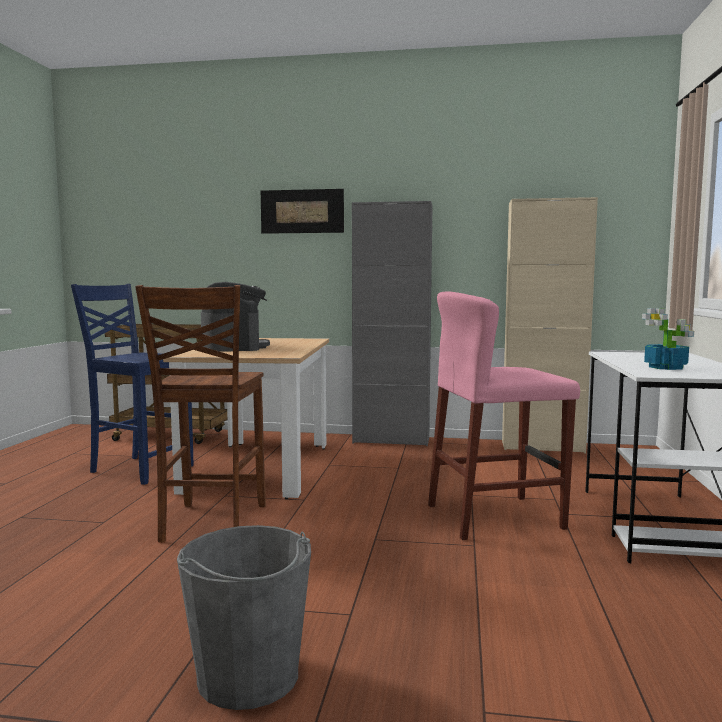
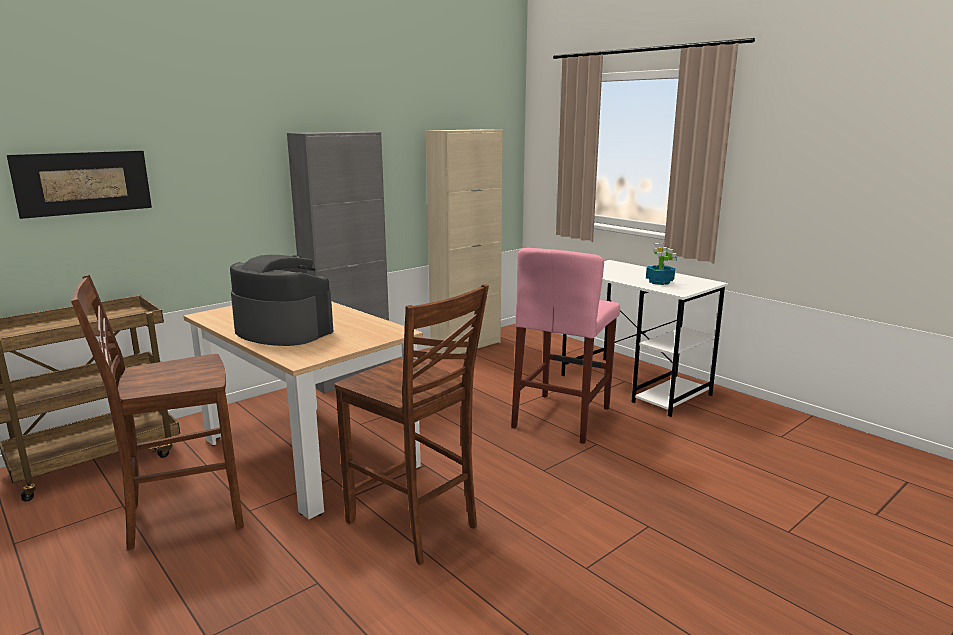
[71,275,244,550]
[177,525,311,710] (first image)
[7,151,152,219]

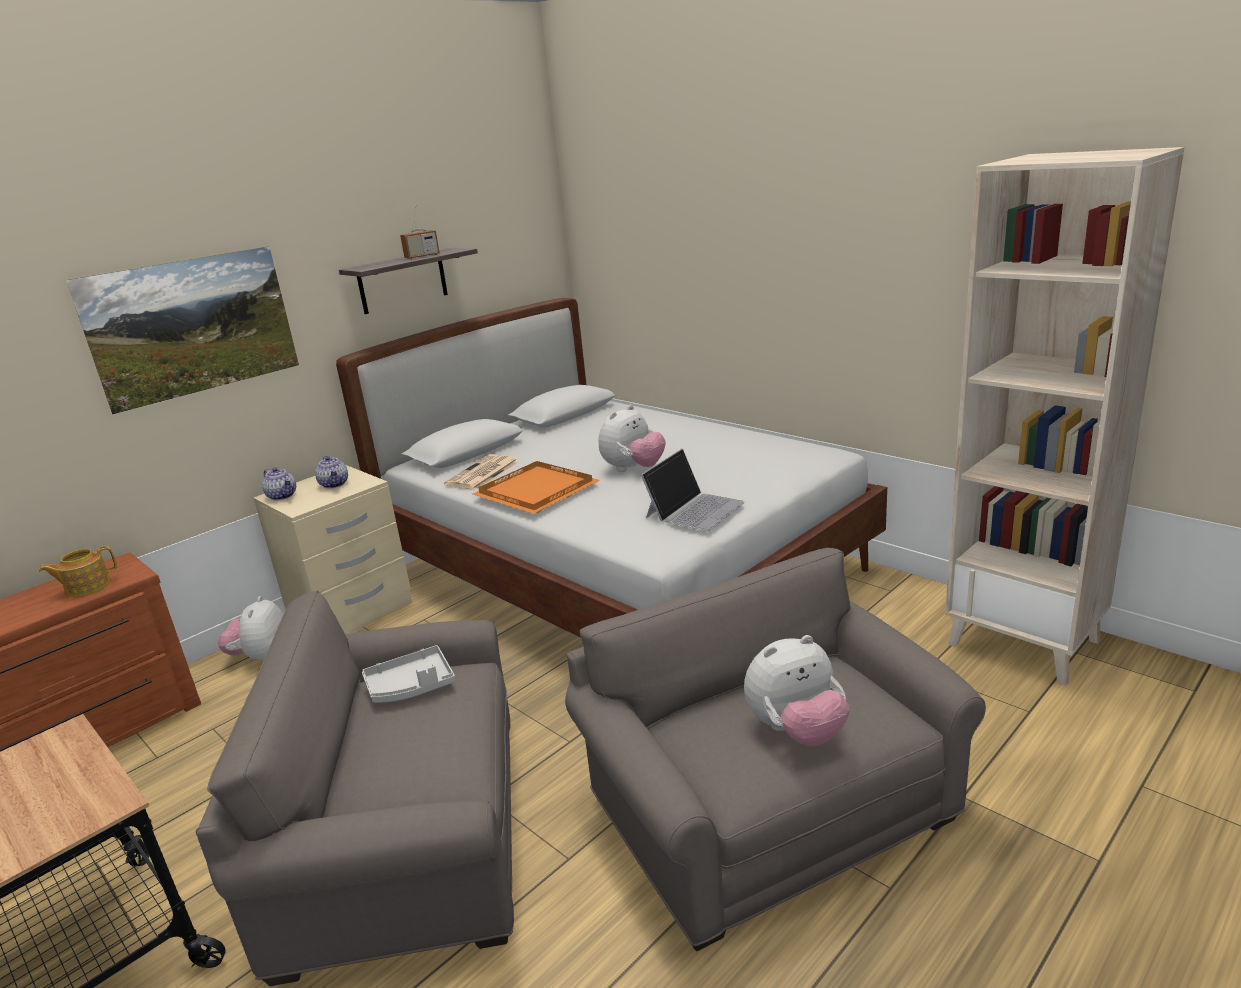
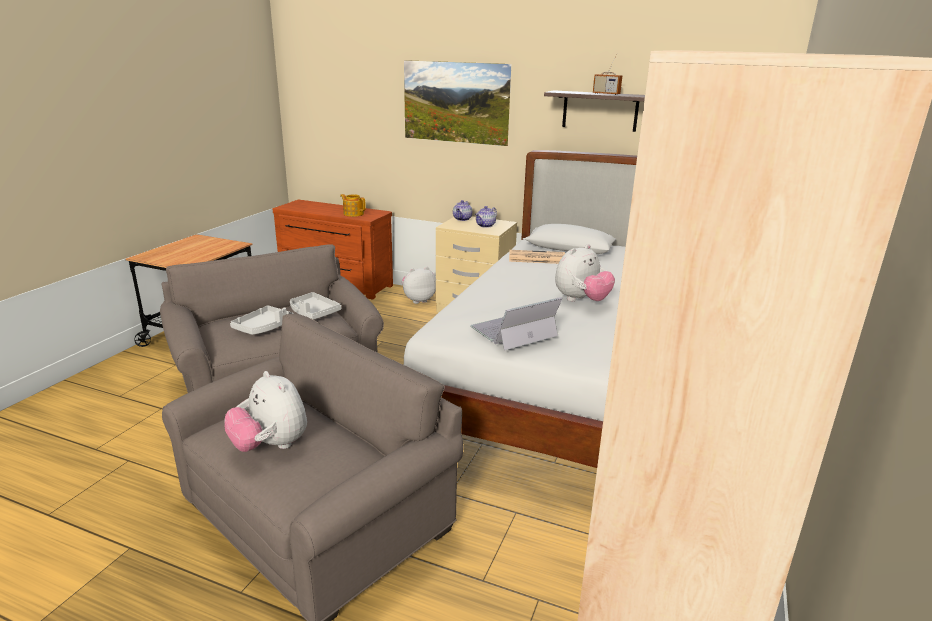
[472,461,600,514] (first image)
[555,244,615,301]
[470,297,563,350]
[230,305,293,335]

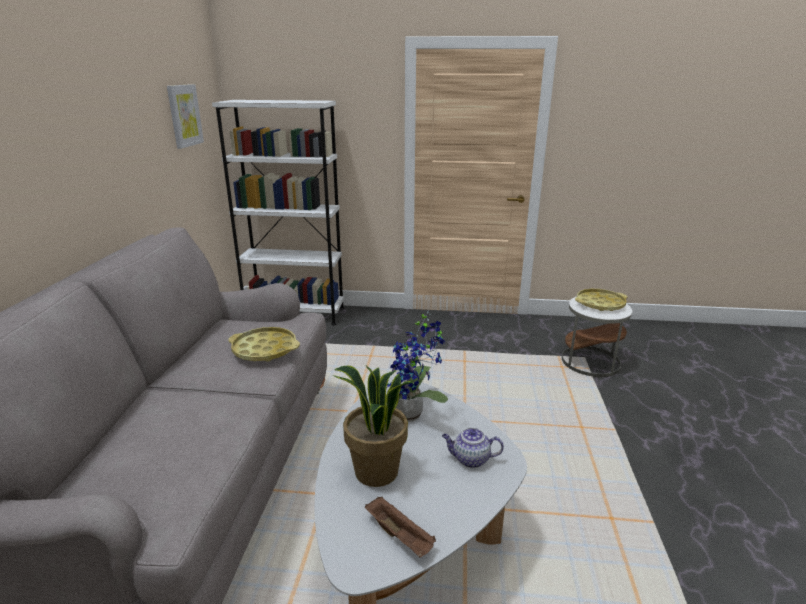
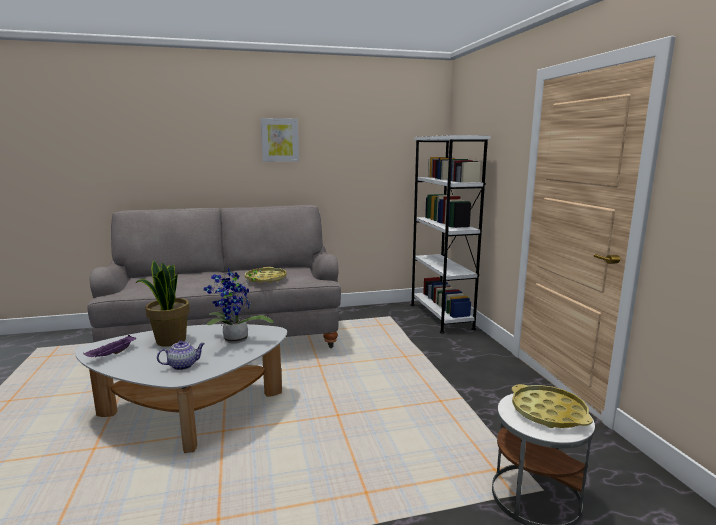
[261,118,299,162]
[83,335,136,357]
[157,341,205,370]

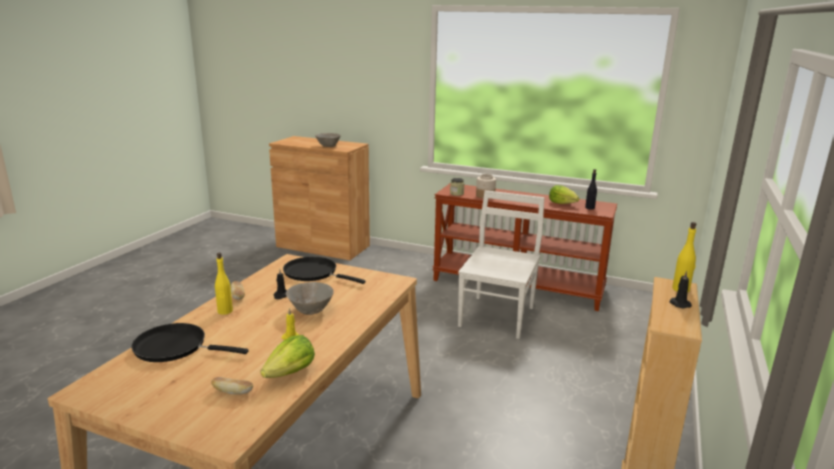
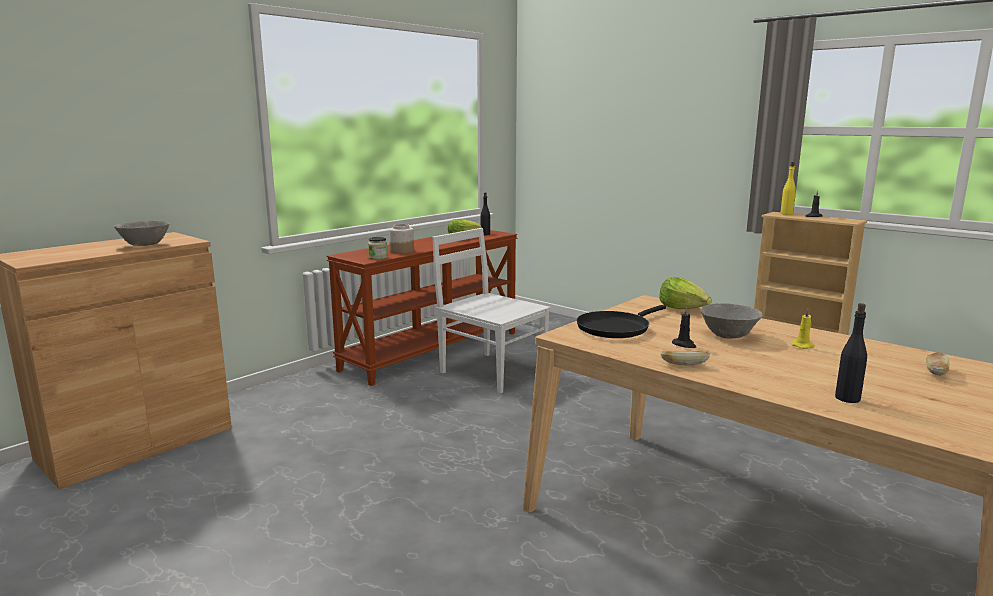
[835,303,867,403]
[215,253,233,315] (first image)
[659,277,712,309]

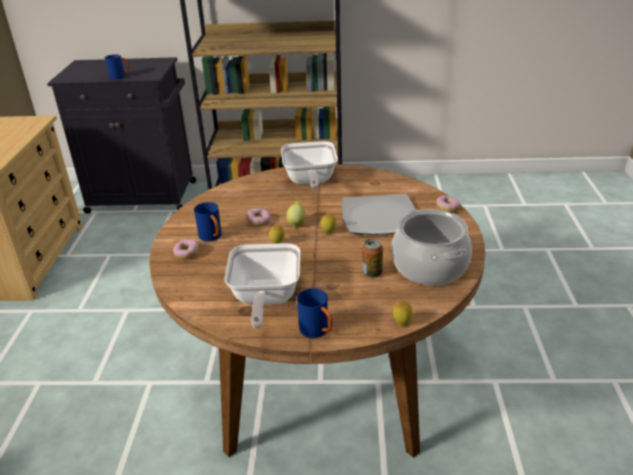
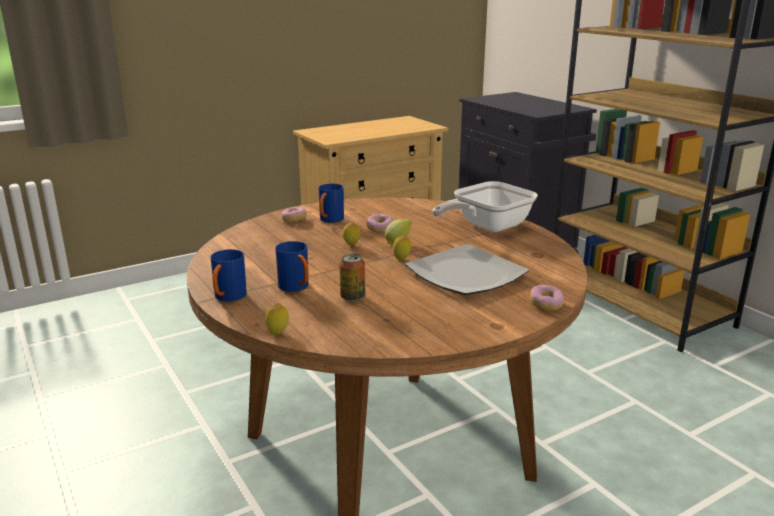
[275,241,309,292]
[225,243,300,329] (first image)
[391,209,472,285] (first image)

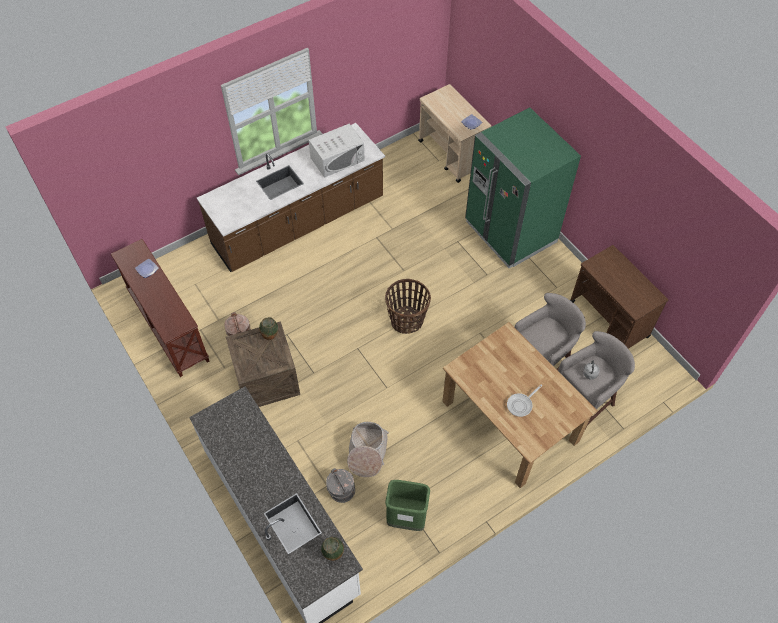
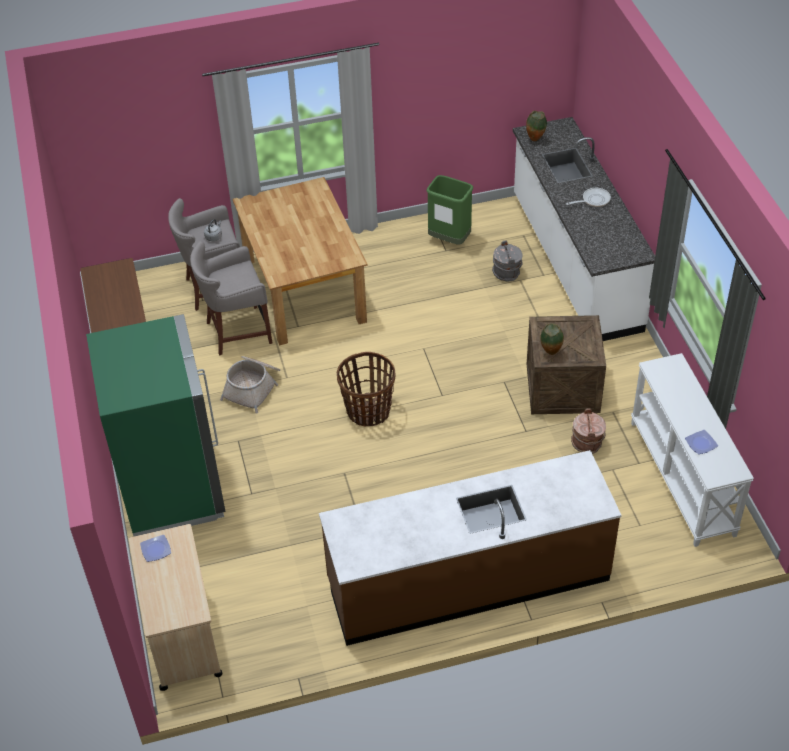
[631,353,754,547]
[309,123,365,178] (first image)
[220,356,280,414]
[566,188,611,207]

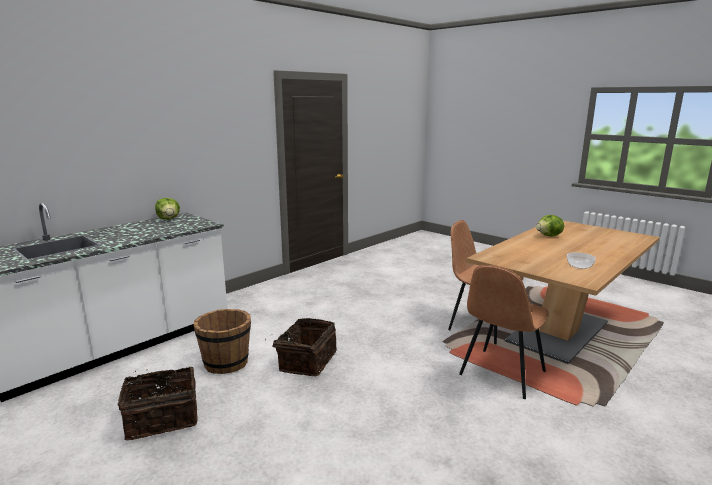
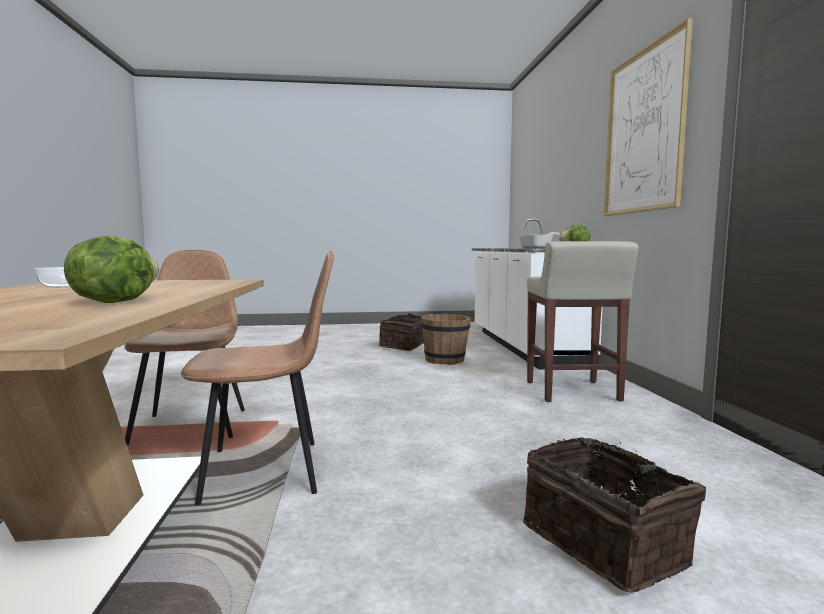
[523,437,706,592]
[518,232,560,248]
[527,241,639,402]
[604,18,693,216]

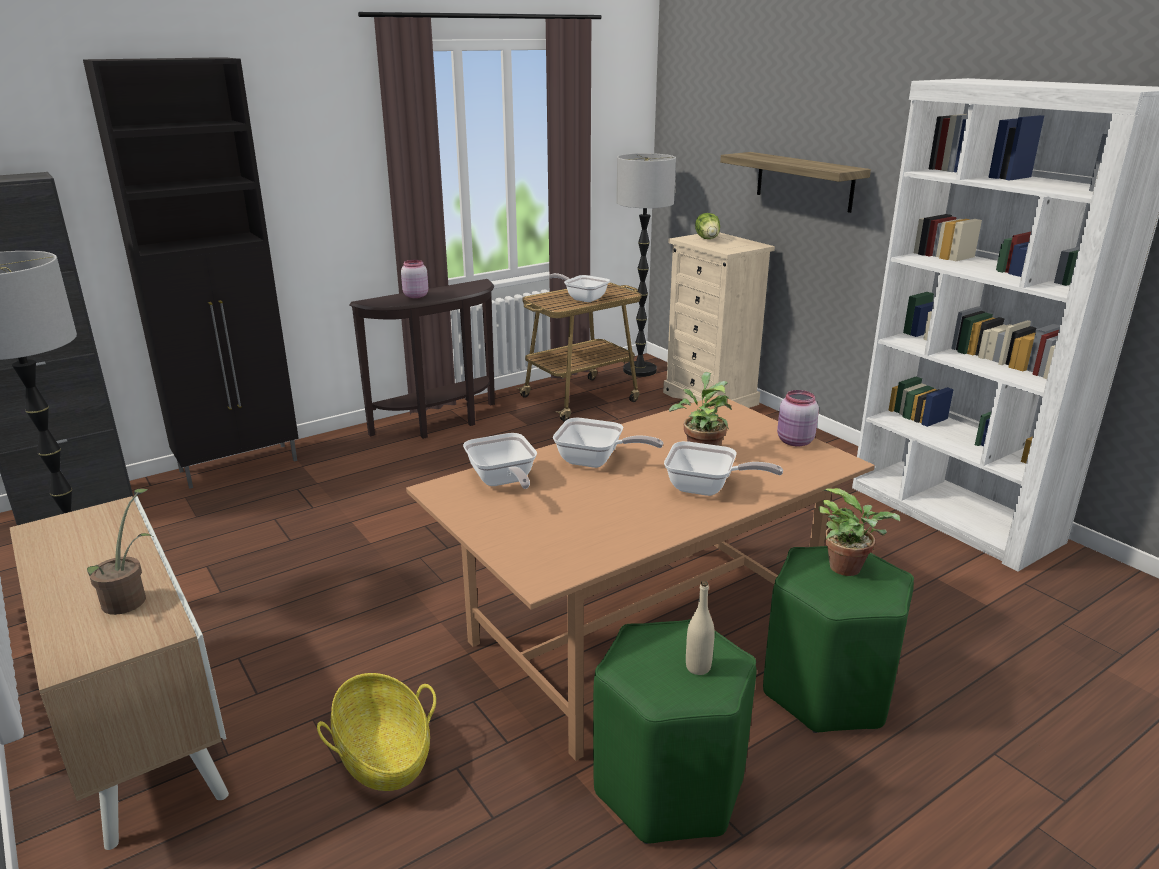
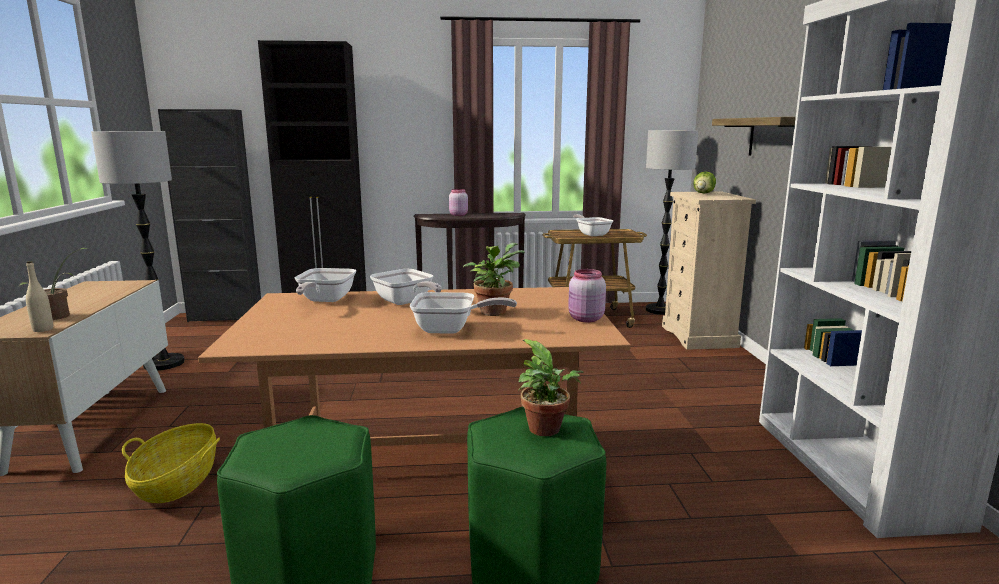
[410,292,517,334]
[26,261,53,332]

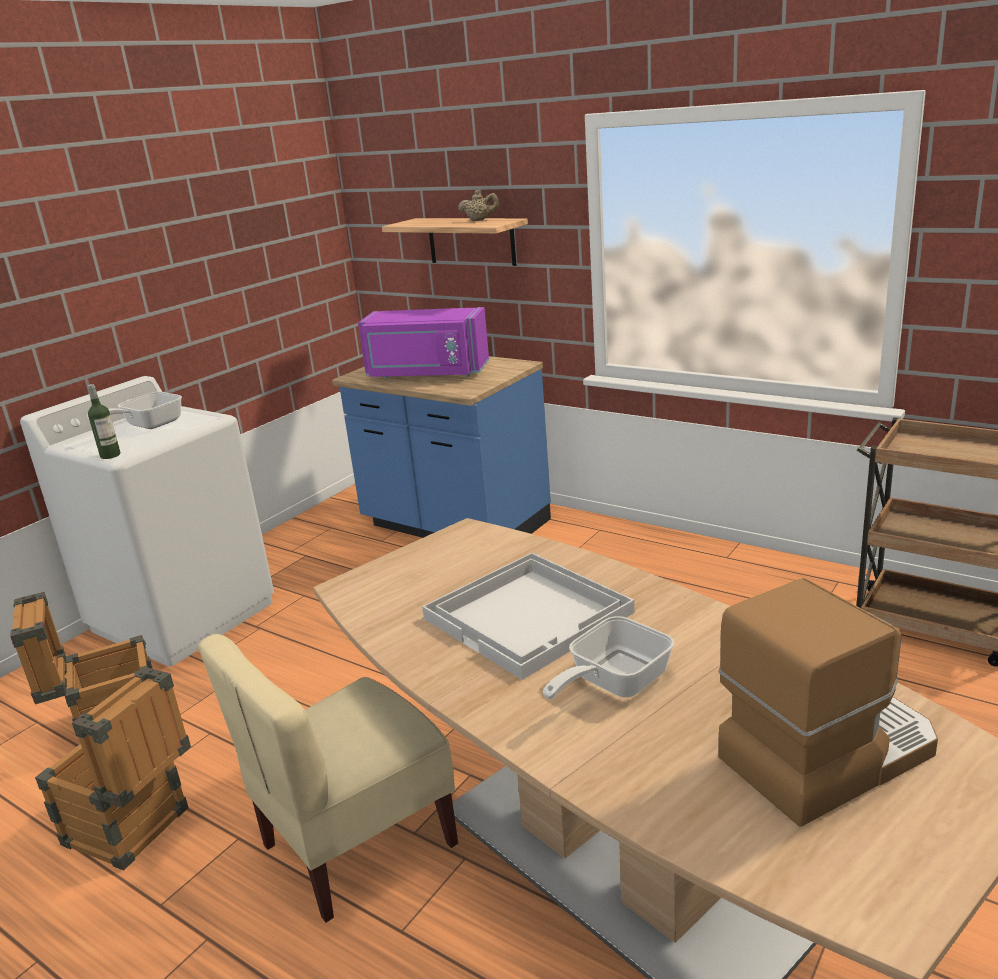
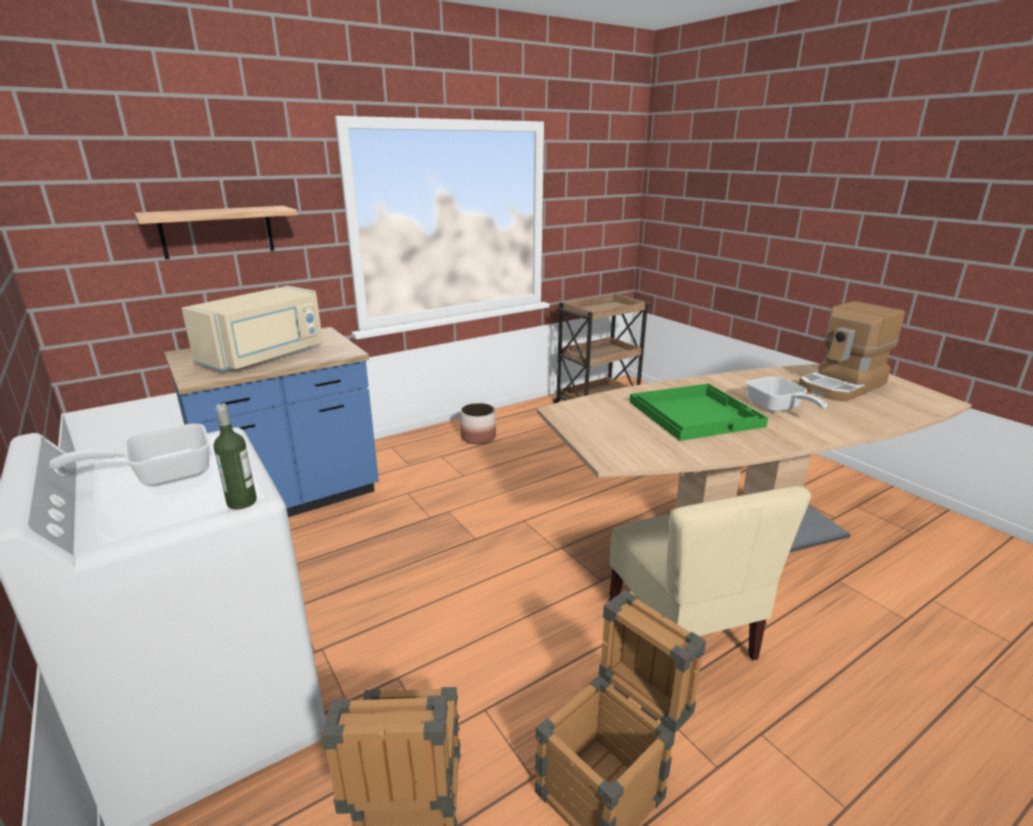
[49,423,210,486]
[181,286,323,371]
[629,384,768,441]
[458,190,499,221] (first image)
[799,301,905,402]
[460,403,496,444]

